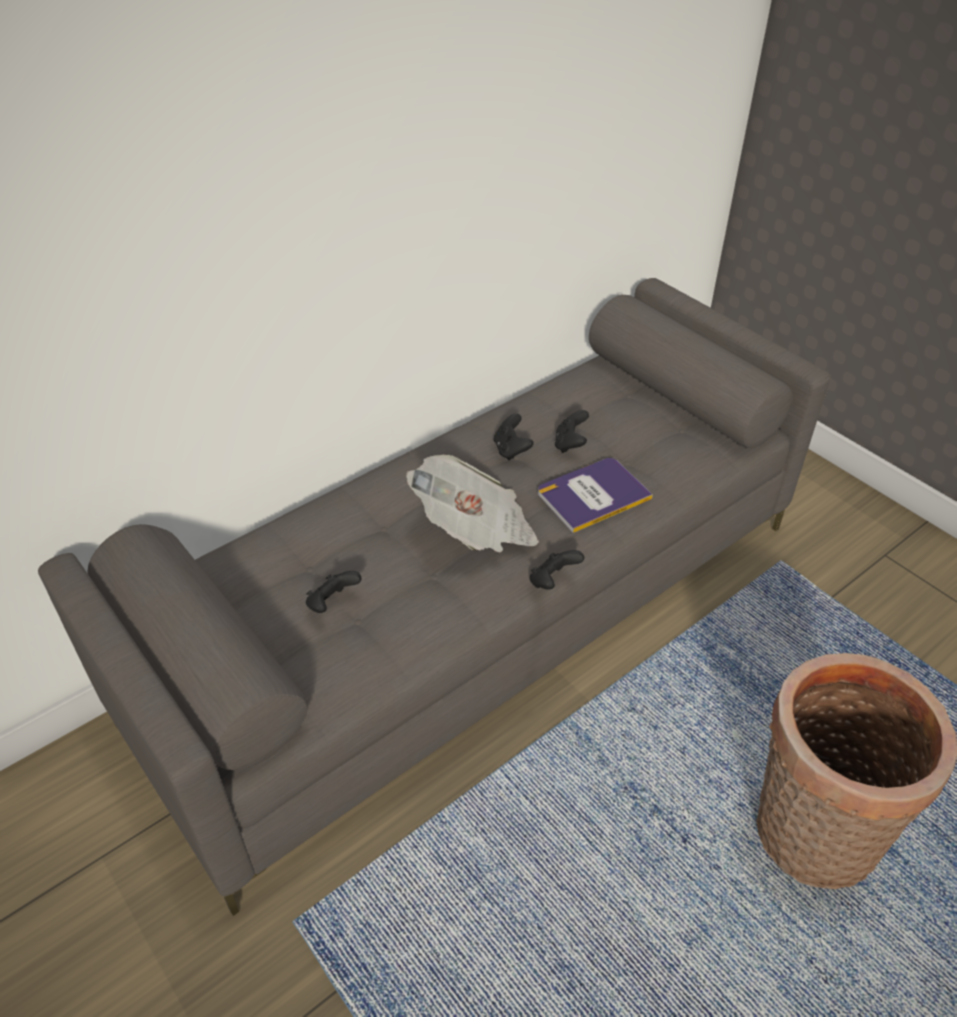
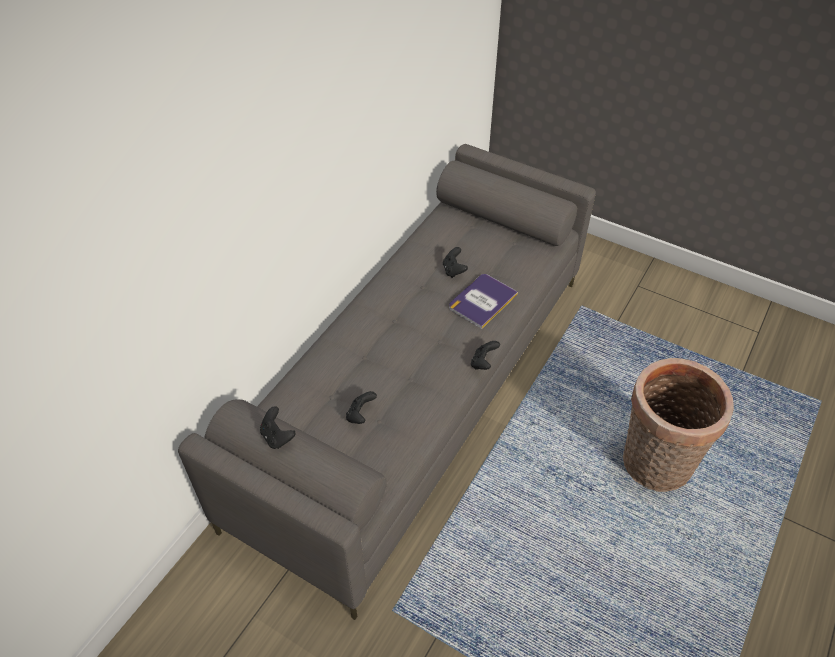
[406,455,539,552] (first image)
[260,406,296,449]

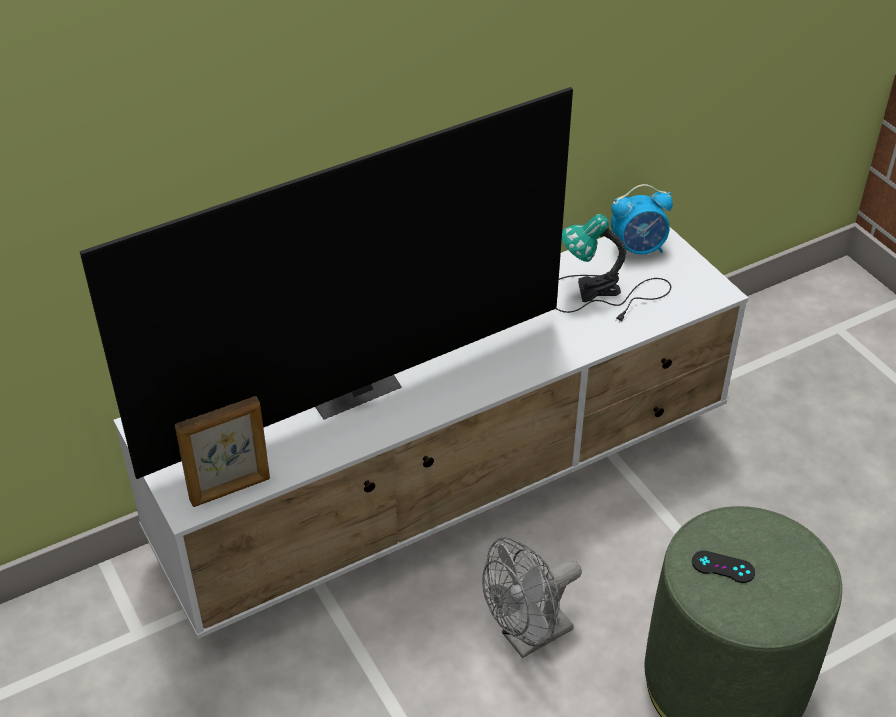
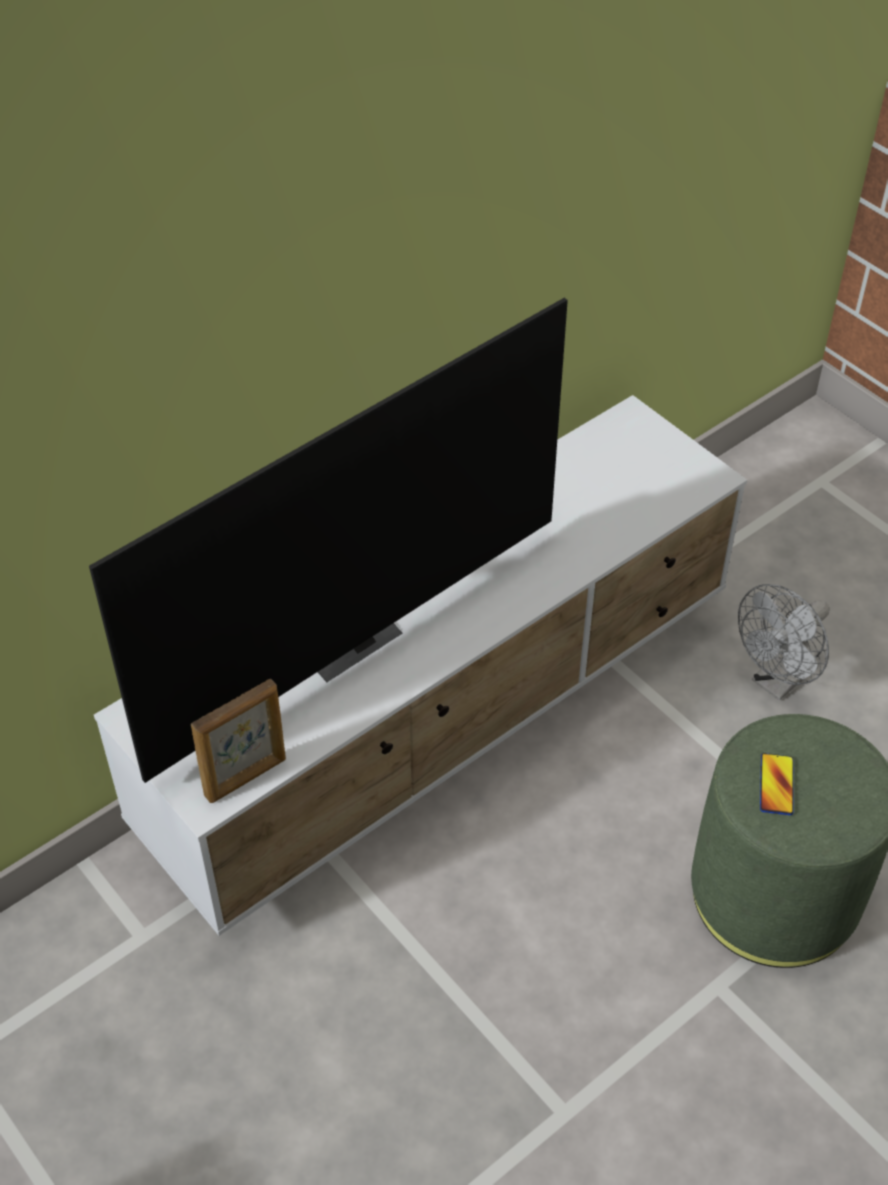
[738,584,830,701]
[556,214,671,323] (first image)
[611,184,673,258] (first image)
[760,753,794,815]

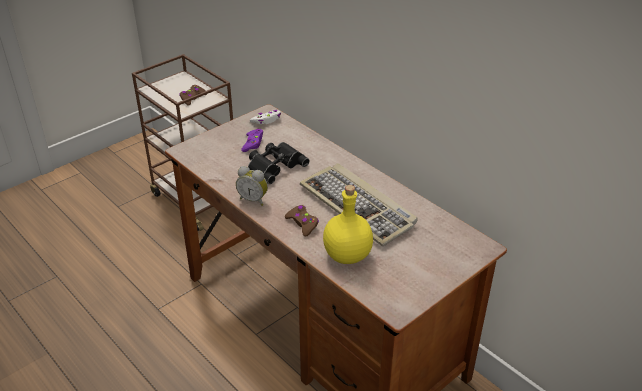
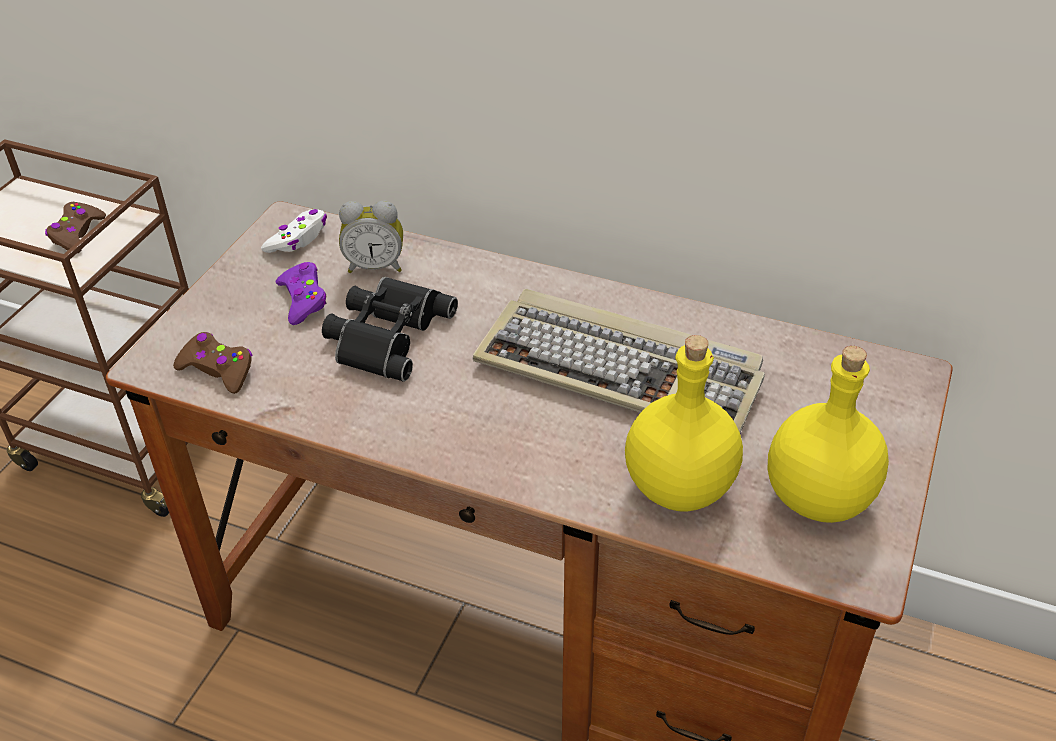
[339,201,403,273]
[173,332,252,394]
[768,346,889,523]

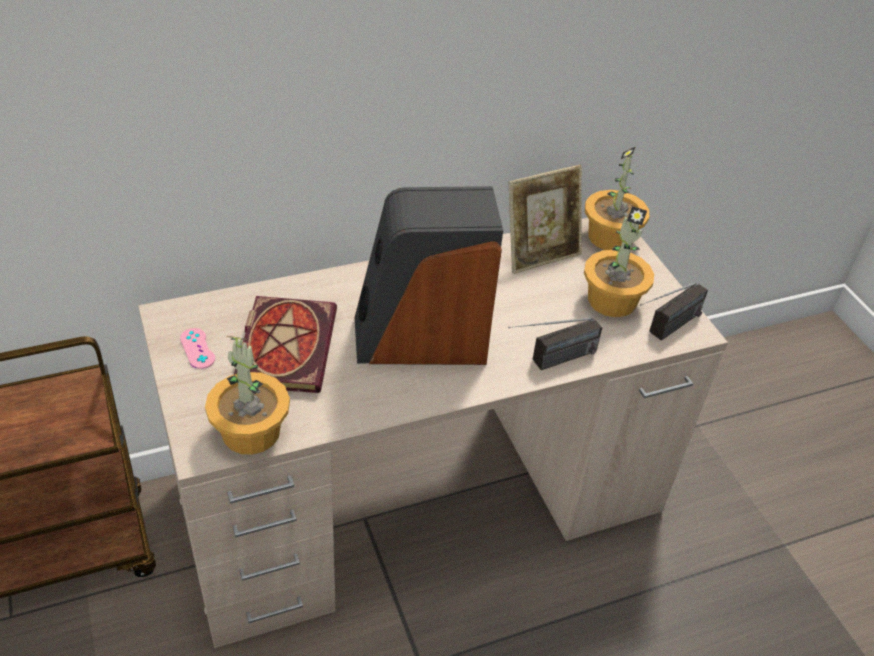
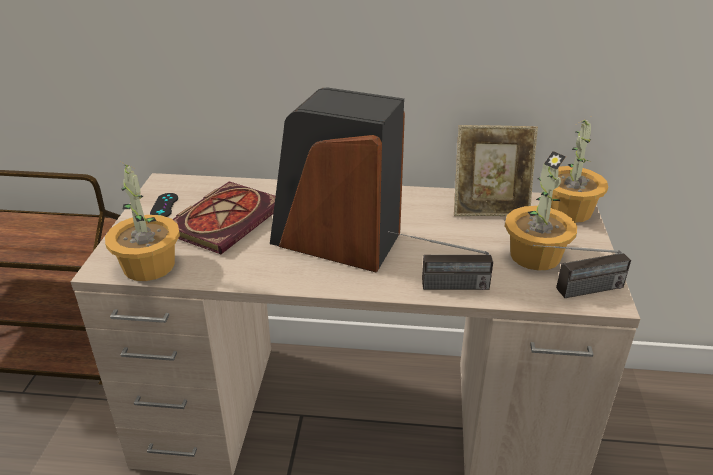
[150,193,178,217]

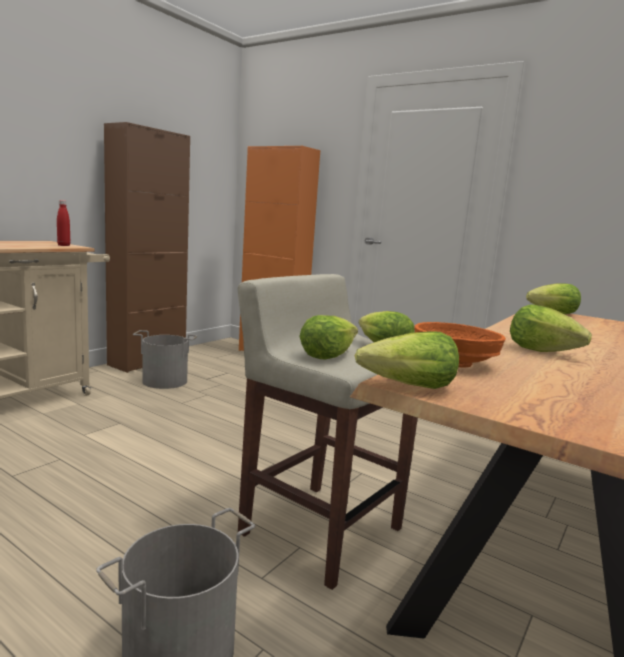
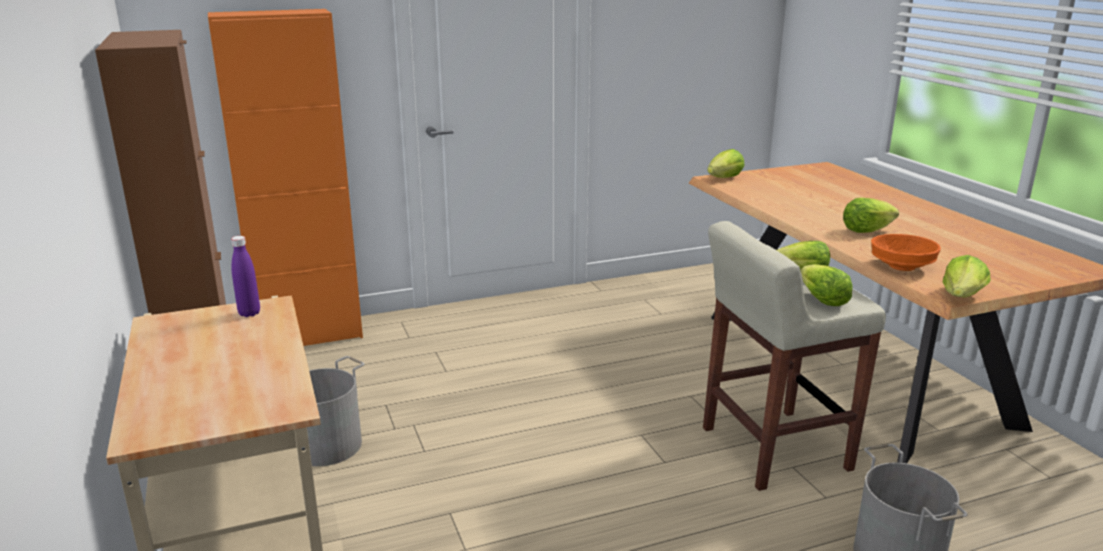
[231,236,260,317]

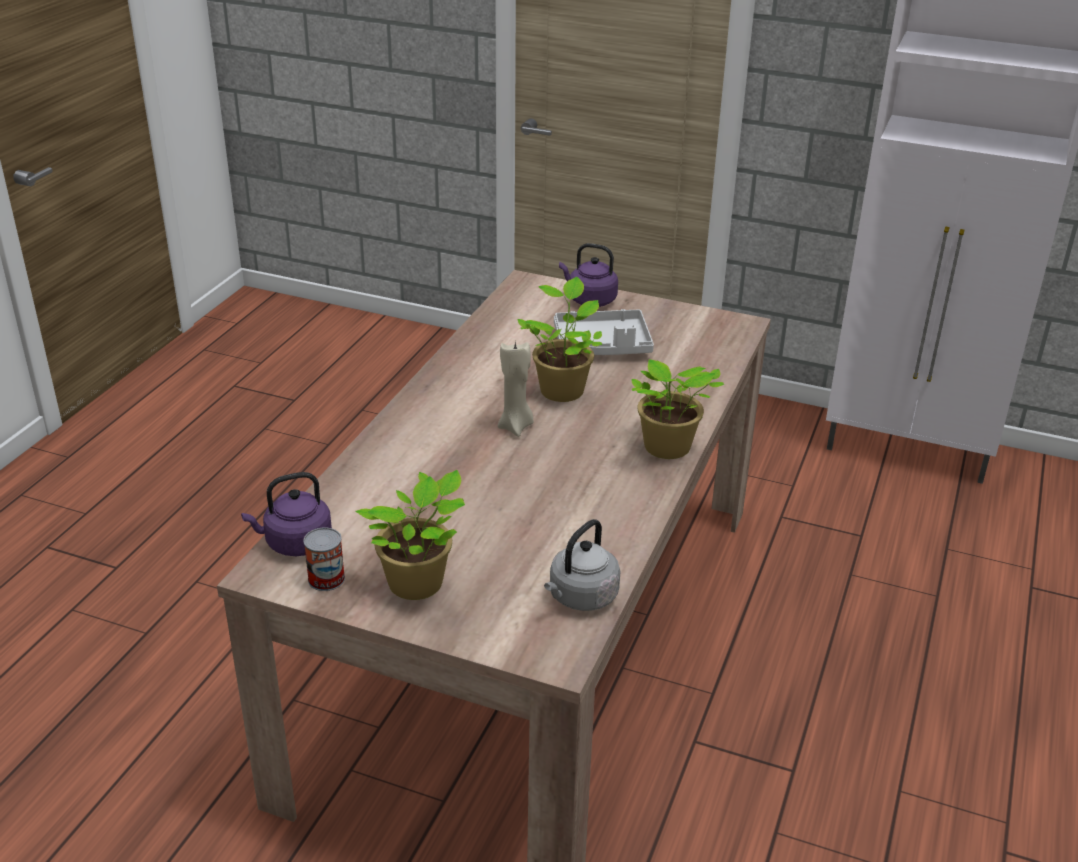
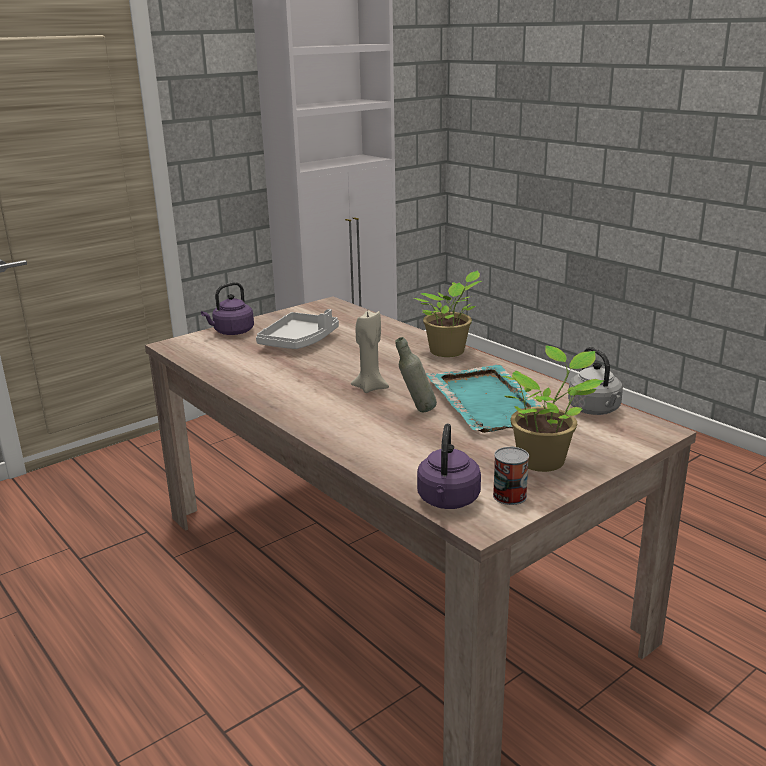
[517,277,602,402] (first image)
[395,337,437,412]
[426,365,541,433]

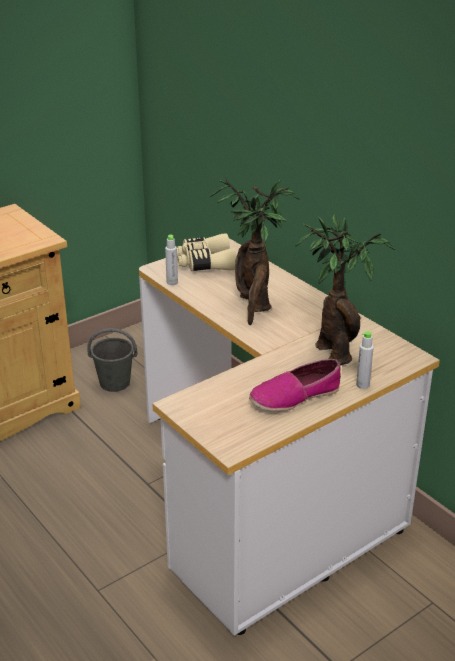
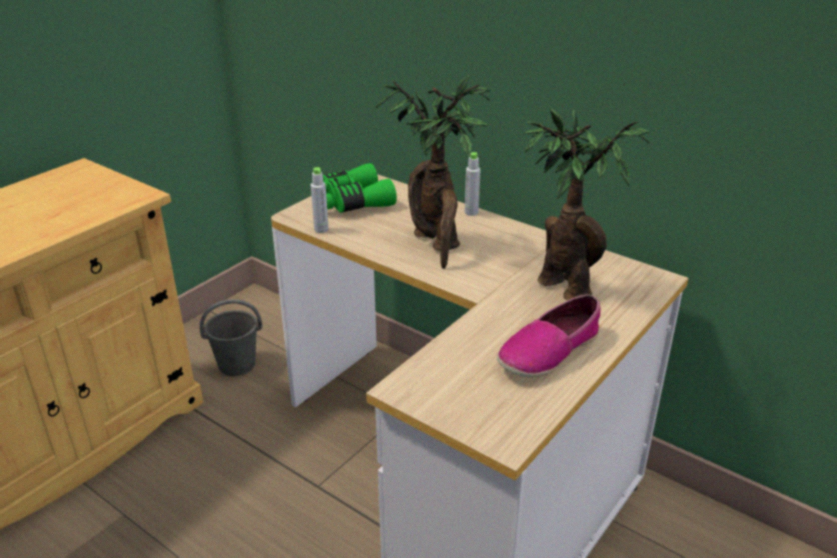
[323,163,397,213]
[465,152,480,216]

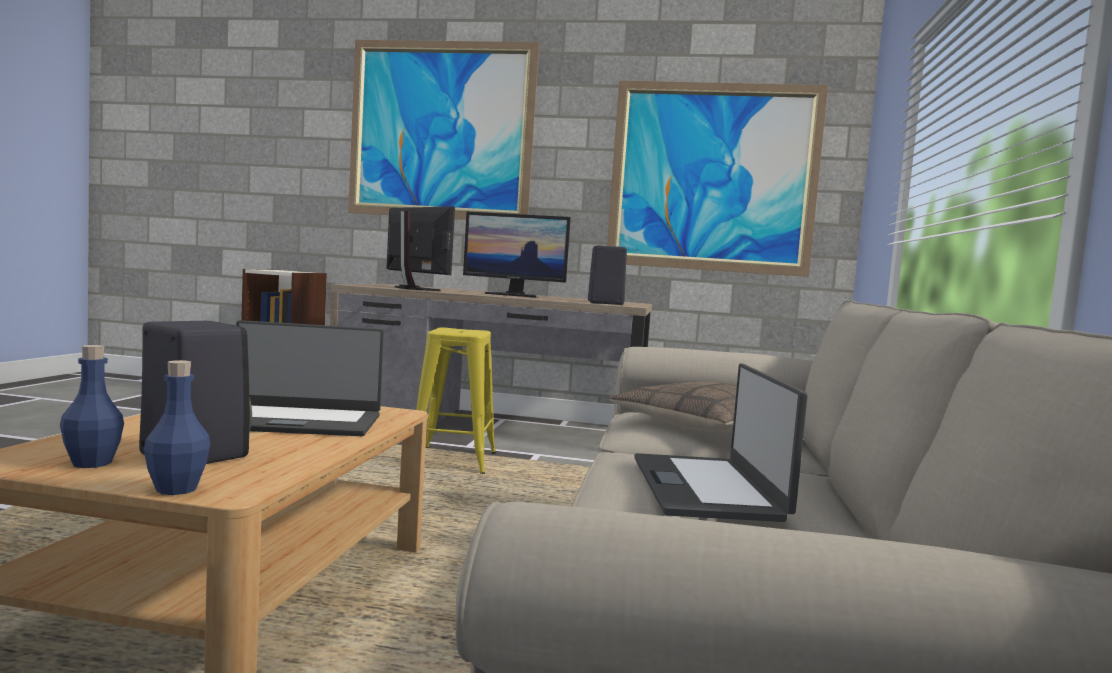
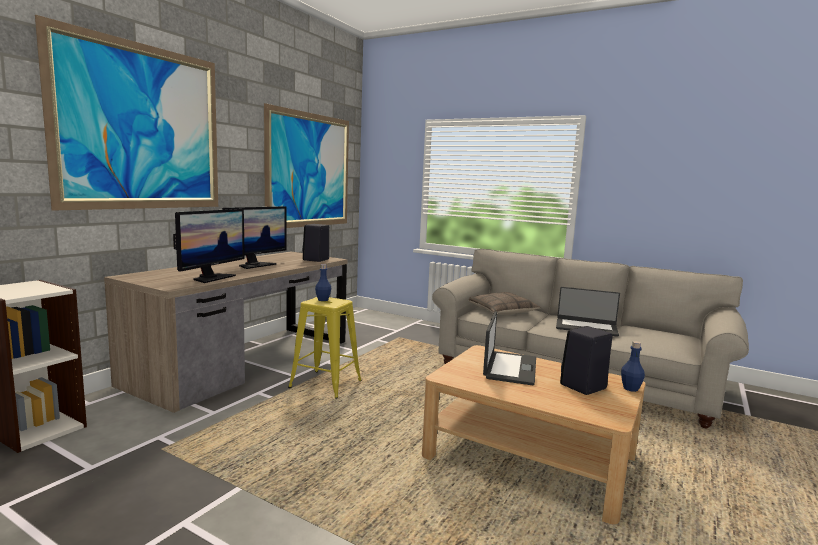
[315,264,331,301]
[173,209,245,283]

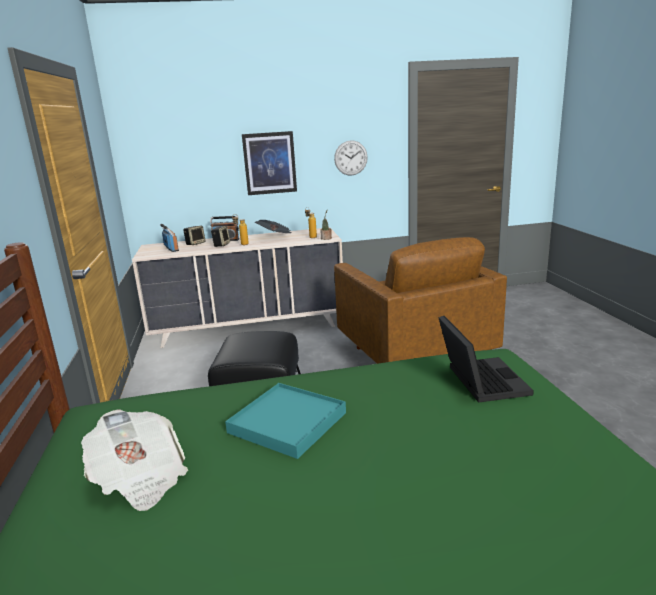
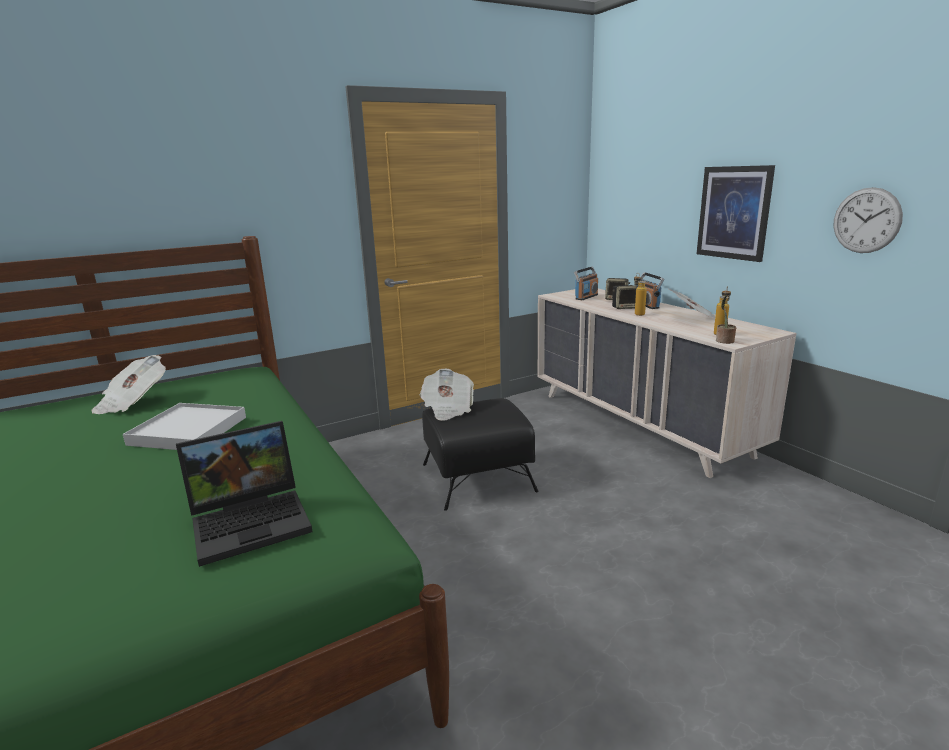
[123,403,246,450]
[334,237,507,364] (first image)
[420,369,474,421]

